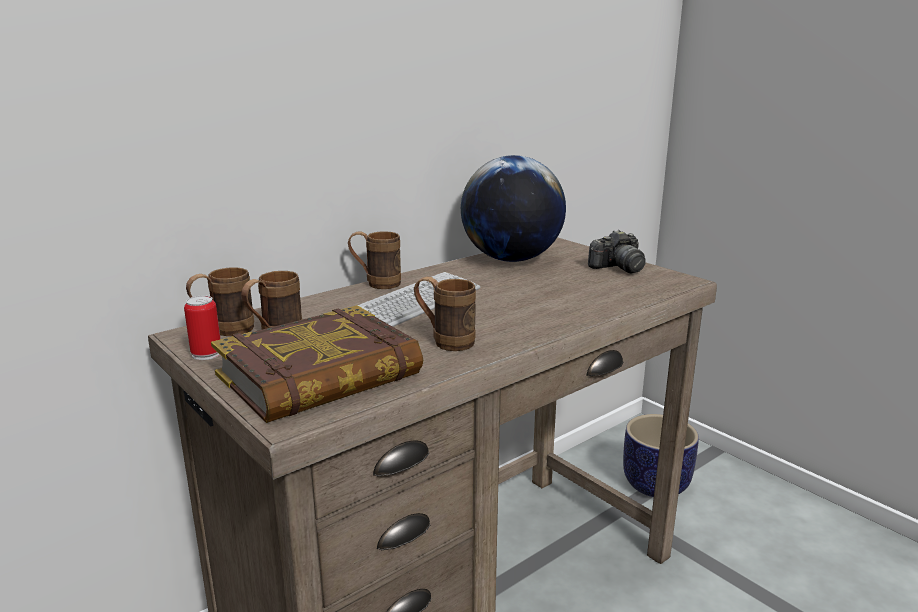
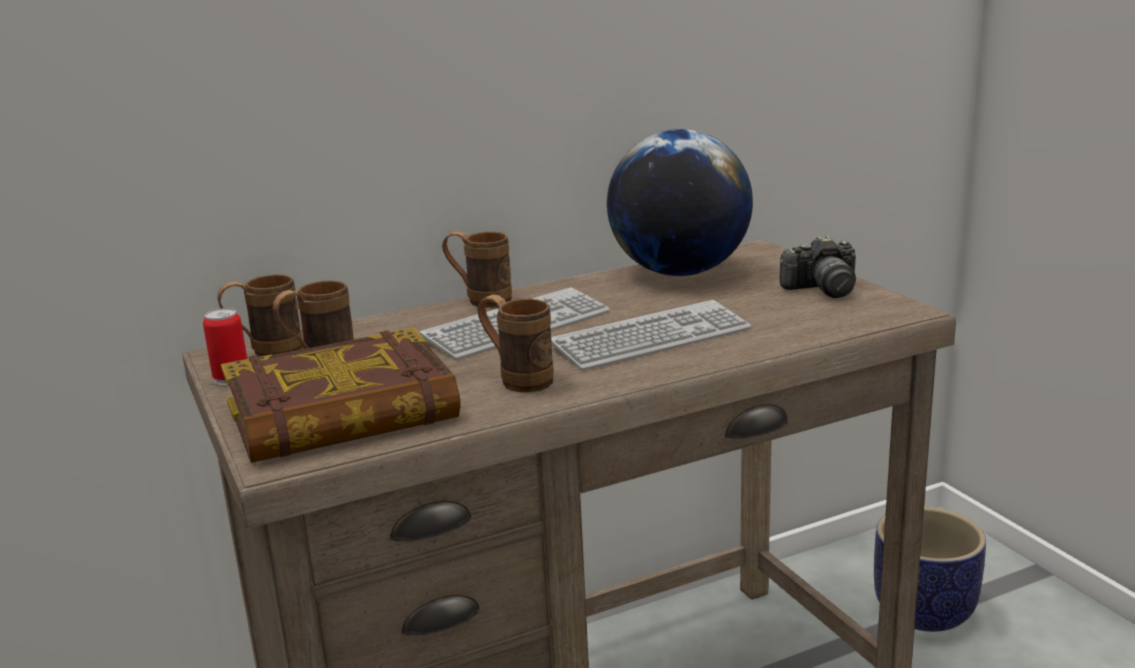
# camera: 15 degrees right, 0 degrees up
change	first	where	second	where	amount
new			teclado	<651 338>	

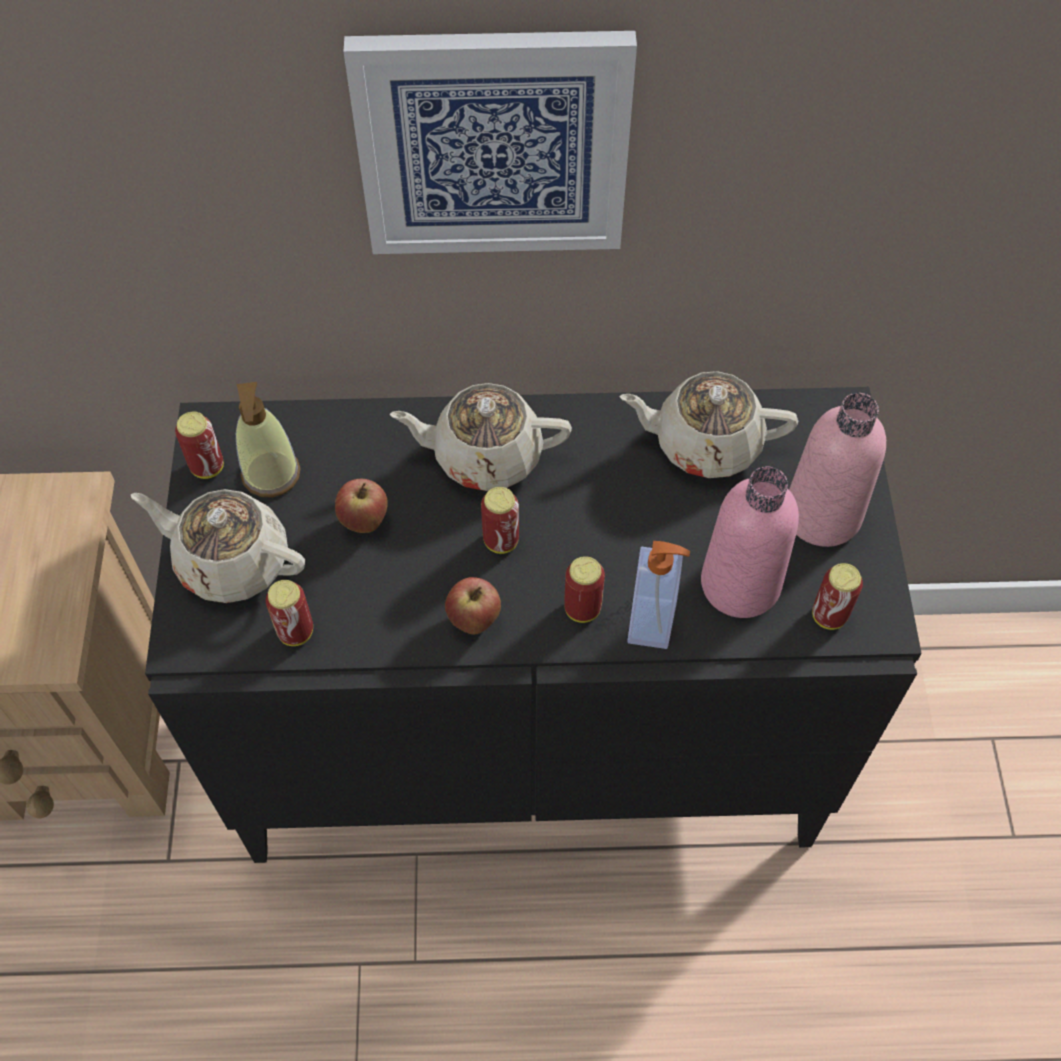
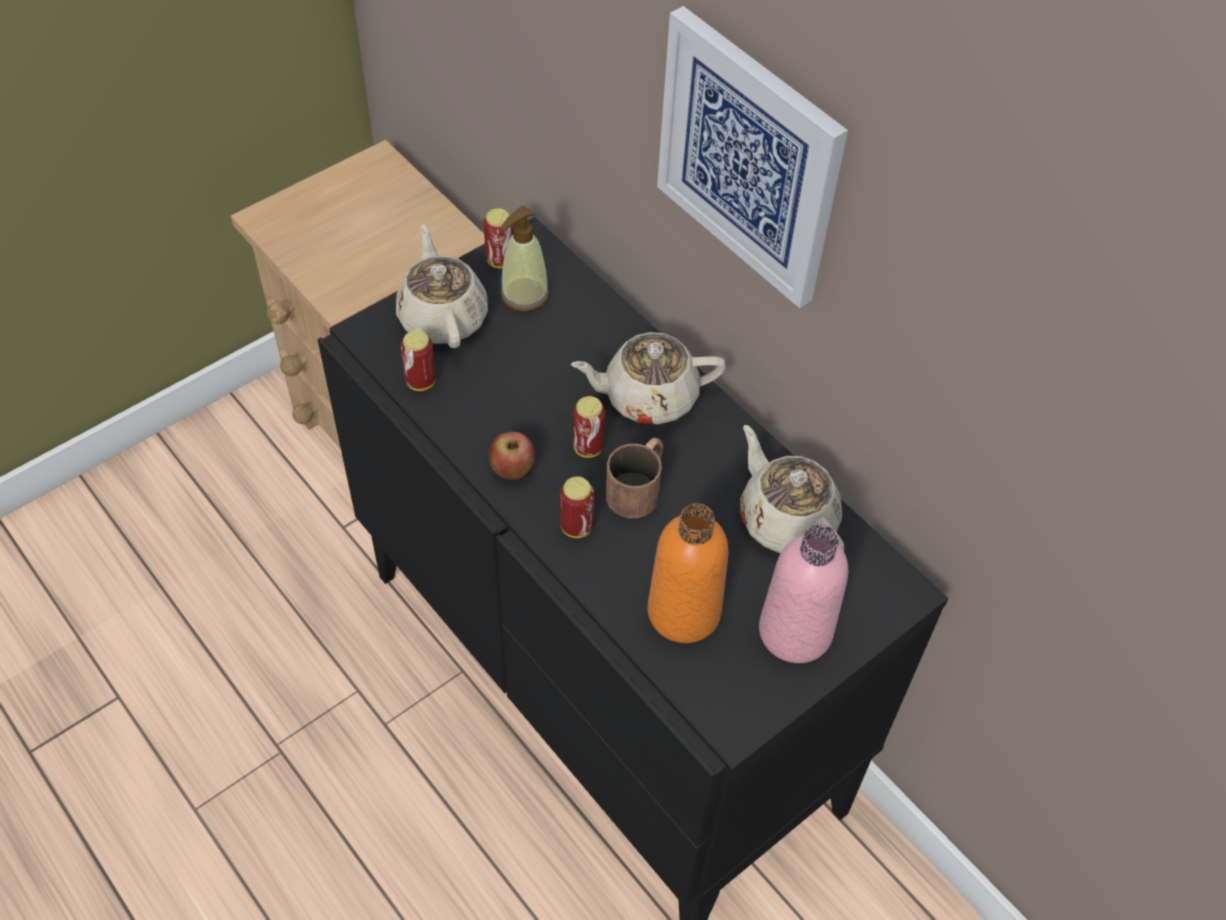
# camera: 50 degrees right, 5 degrees down
change	first	where	second	where	amount
rotated	tetera/beis	<485 455>		<648 396>	60 degrees counterclockwise
new			taza grande/marrón	<639 486>	
repainted	botella/rosa	<740 584>	botella/naranja	<684 612>	
gone	manzana	<364 521>			
gone	dispensador de jabón	<652 622>			
gone	lata	<829 615>			

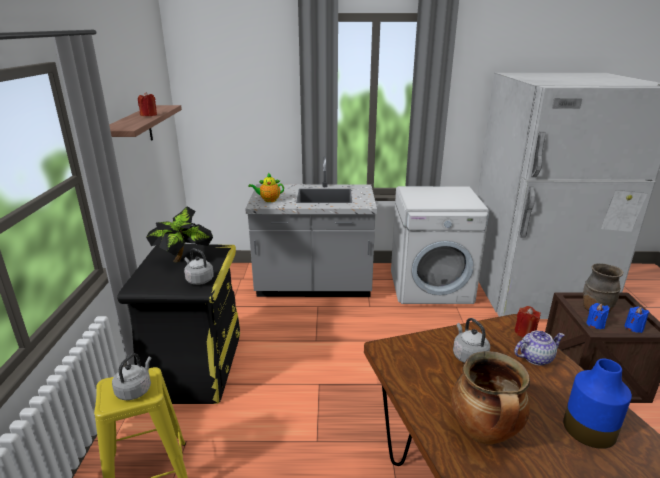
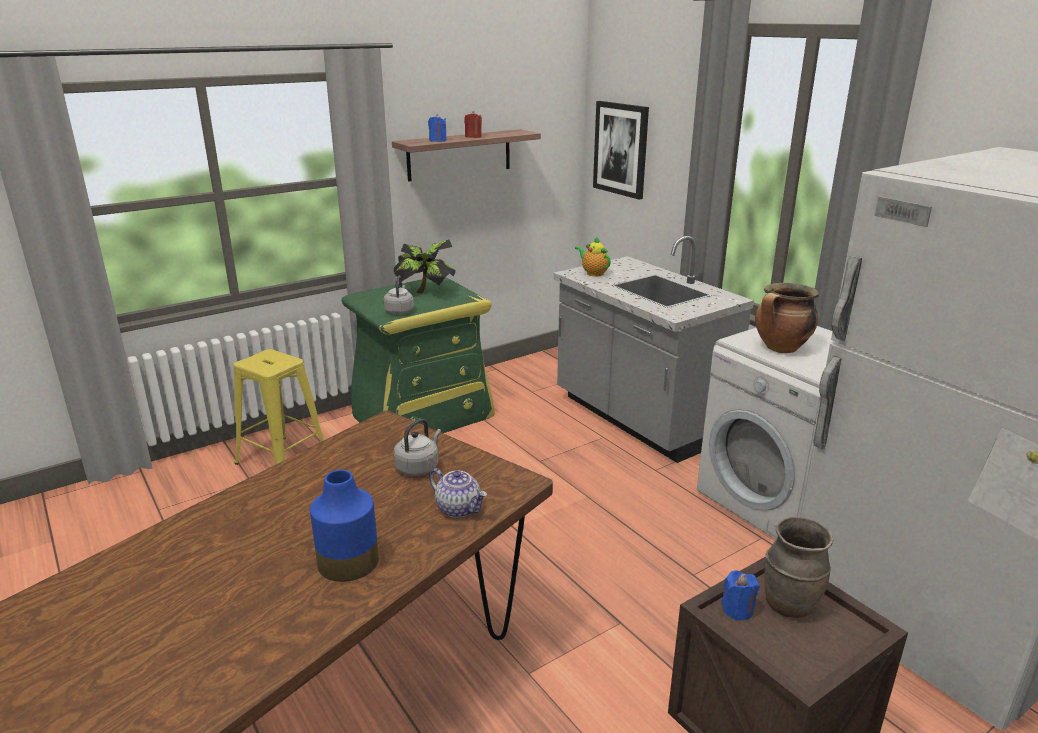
# camera: 55 degrees right, 0 degrees up
change	first	where	second	where	amount
repainted	mesita de noche/negro	<197 365>	mesita de noche/verde	<425 417>	
shifted	vela/azul	<633 328>		<438 140>	
new			cuadro	<621 149>	
shifted	olla	<485 433>		<781 349>	
gone	hervidor/gris	<135 390>			
gone	vela/rojo	<525 332>			

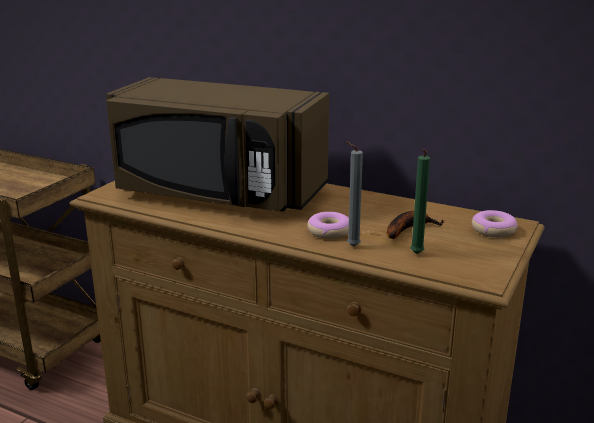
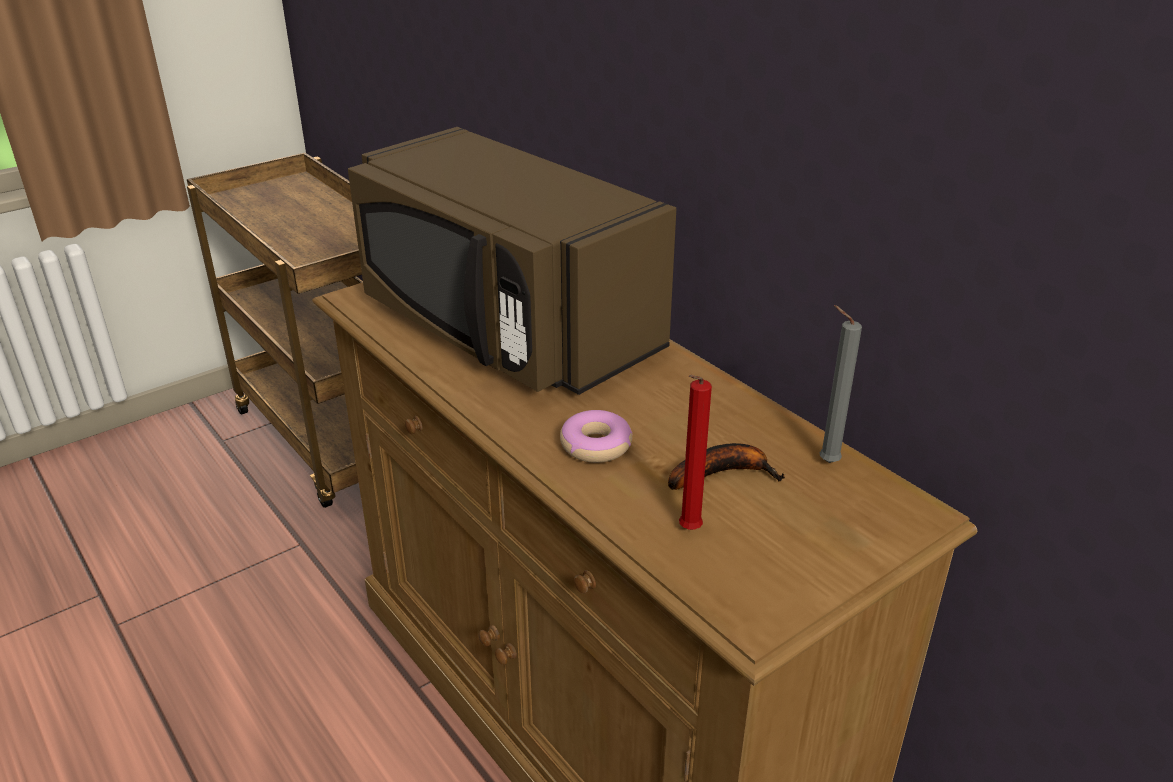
# camera: 25 degrees right, 10 degrees up
change	first	where	second	where	amount
repainted	vela/verde	<416 255>	vela/rojo	<687 531>	
shifted	vela/gris	<351 246>		<825 462>	
gone	rosquilla	<493 230>			

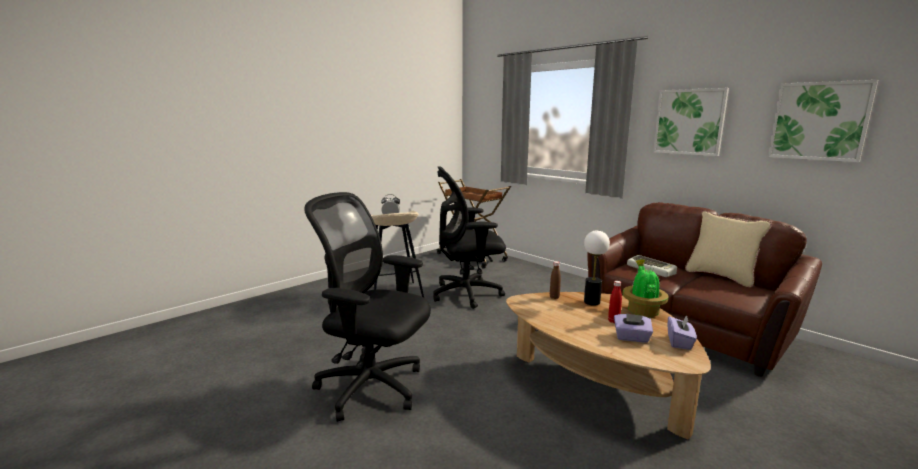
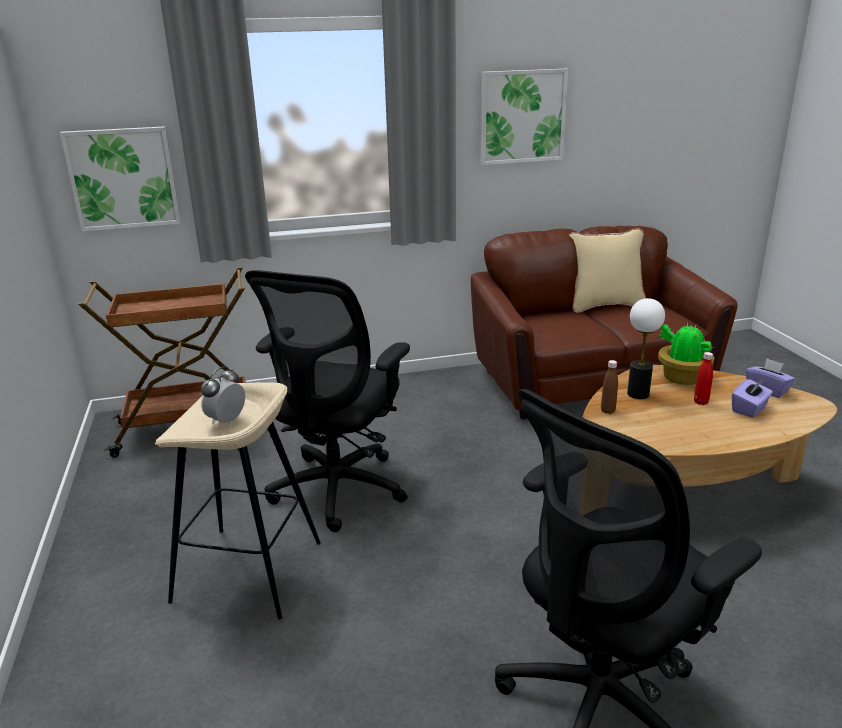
# camera: 60 degrees left, 10 degrees up
change	first	where	second	where	amount
shifted	cuadro	<819 121>		<123 178>	
gone	teclado	<651 269>			

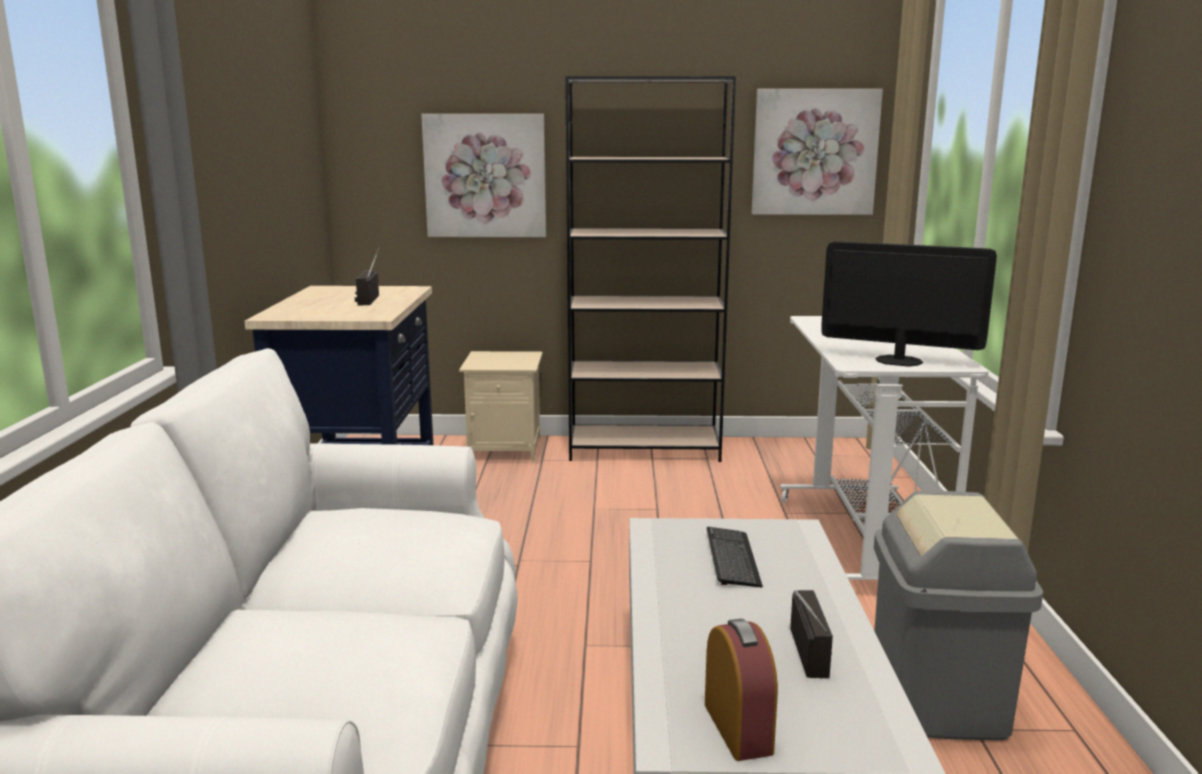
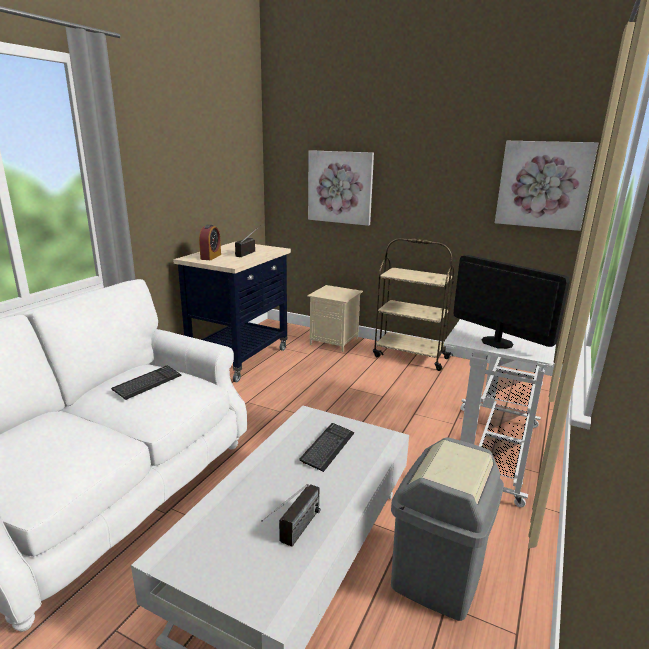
# camera: 25 degrees right, 5 degrees up
change	first	where	second	where	amount
new			teclado	<147 383>	
shifted	despertador	<738 728>		<211 257>	
swapped	estantería/beis	<645 449>	carrito/beis	<409 357>	

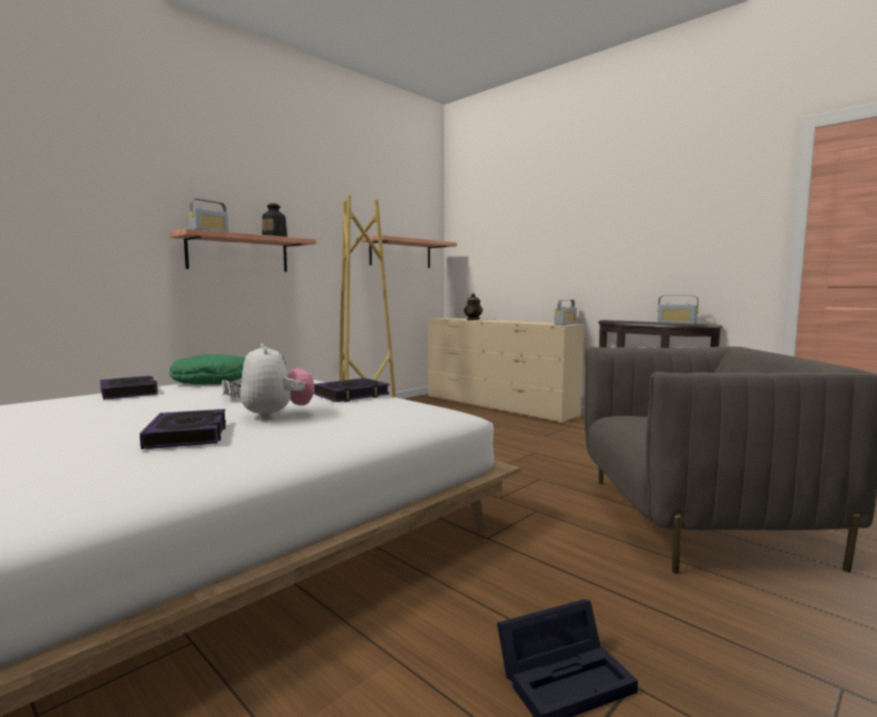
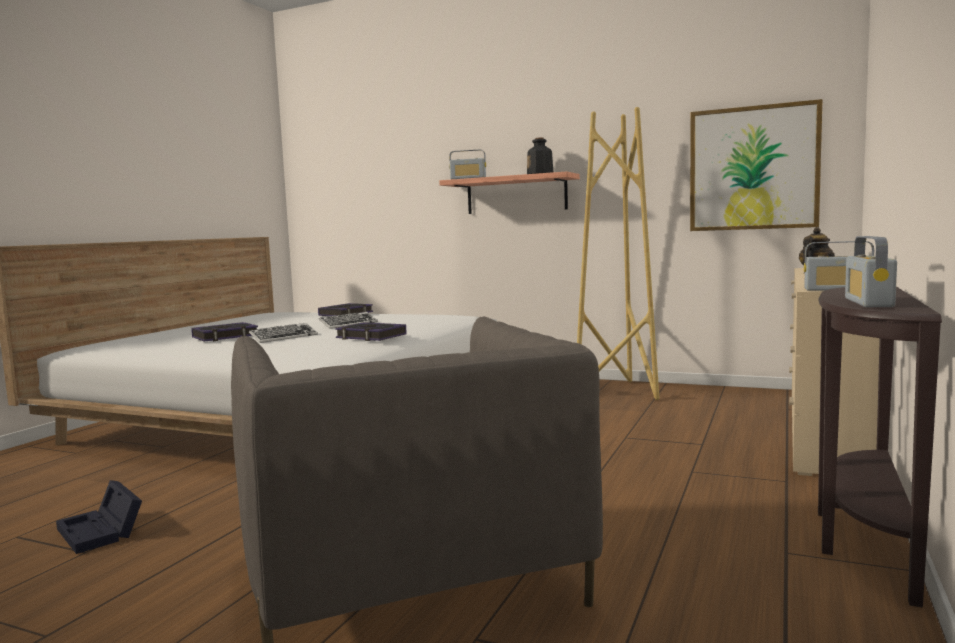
# camera: 70 degrees right, 0 degrees up
change	first	where	second	where	amount
swapped	peluche	<277 415>	teclado	<284 337>	
swapped	estante	<401 253>	cuadro	<753 168>	
gone	cojín/verde	<209 381>			

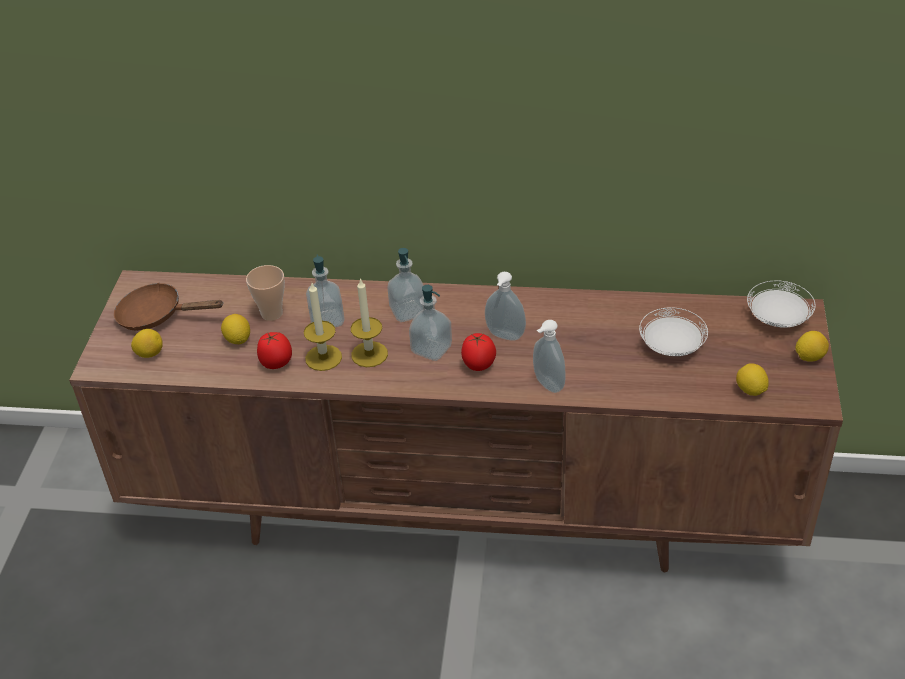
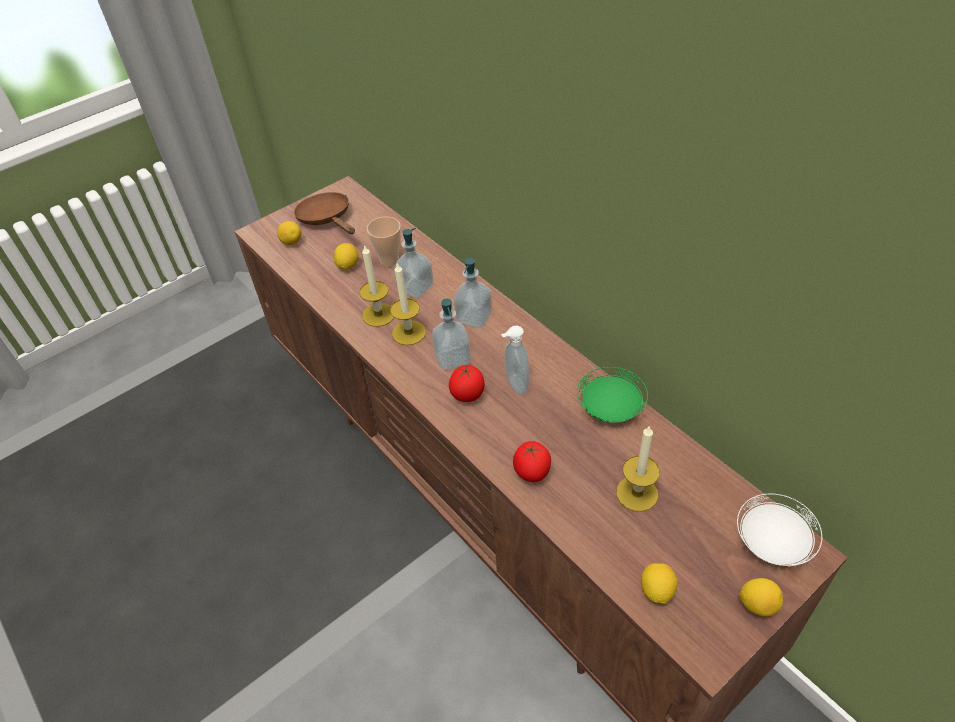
# camera: 45 degrees right, 5 degrees up
change	first	where	second	where	amount
shifted	tomate	<277 363>		<532 473>	
new			plato/verde	<610 407>	
swapped	plato/blanco	<671 346>	vela	<637 493>	
gone	dispensador de jabón	<546 385>			

